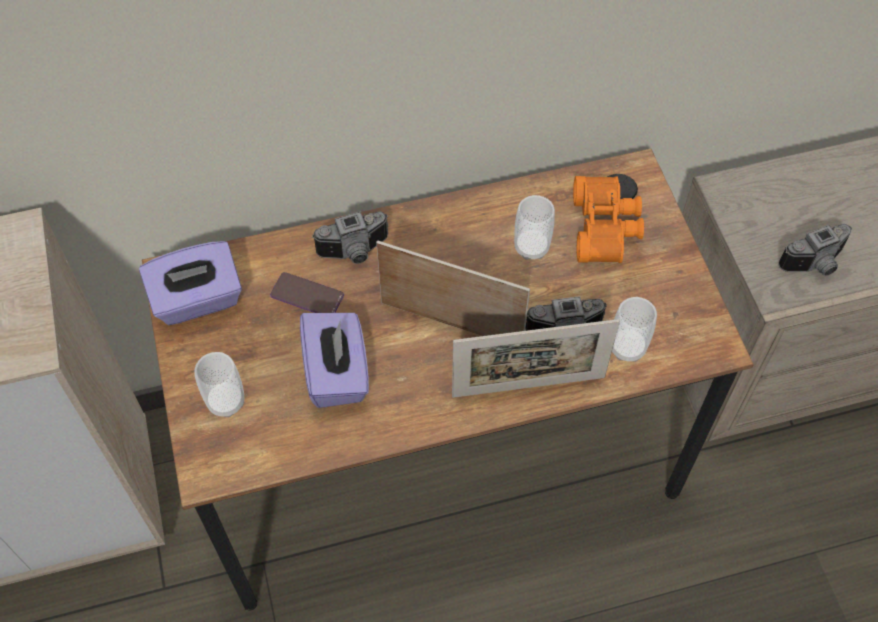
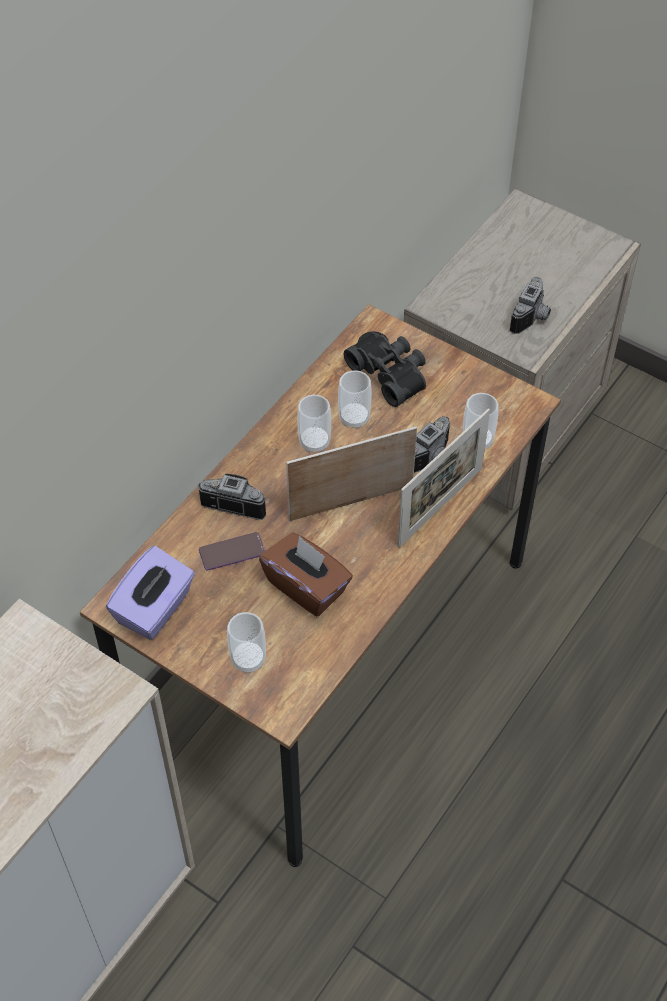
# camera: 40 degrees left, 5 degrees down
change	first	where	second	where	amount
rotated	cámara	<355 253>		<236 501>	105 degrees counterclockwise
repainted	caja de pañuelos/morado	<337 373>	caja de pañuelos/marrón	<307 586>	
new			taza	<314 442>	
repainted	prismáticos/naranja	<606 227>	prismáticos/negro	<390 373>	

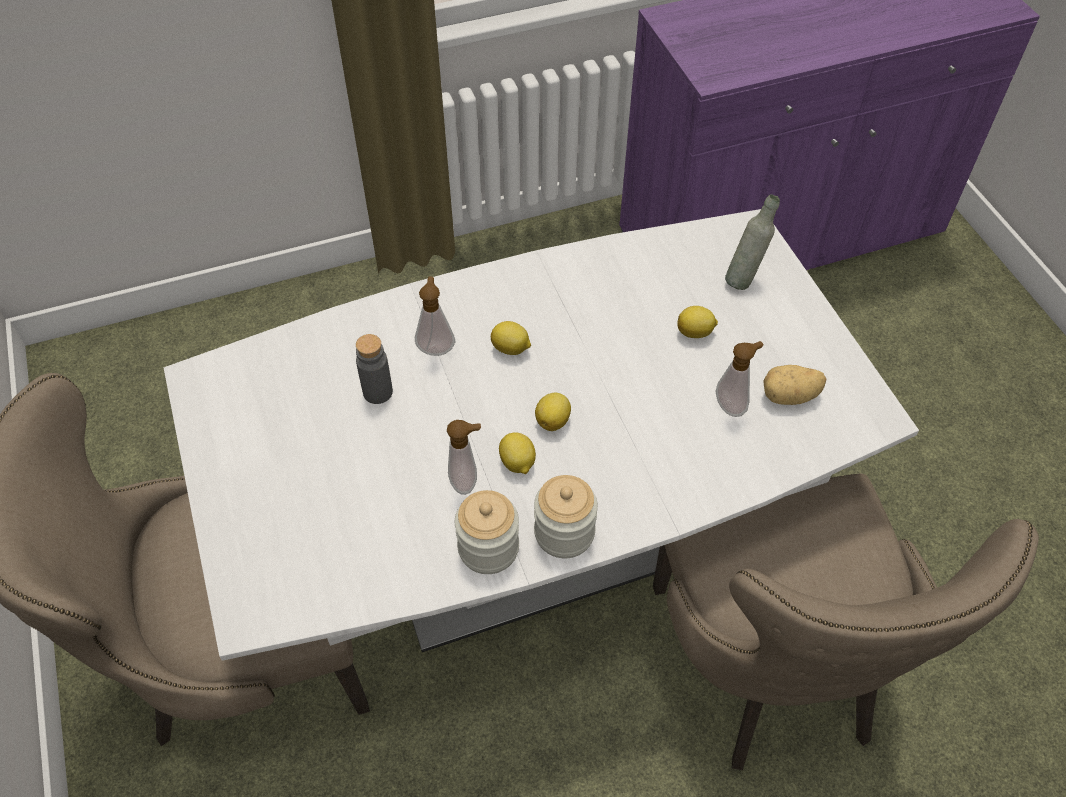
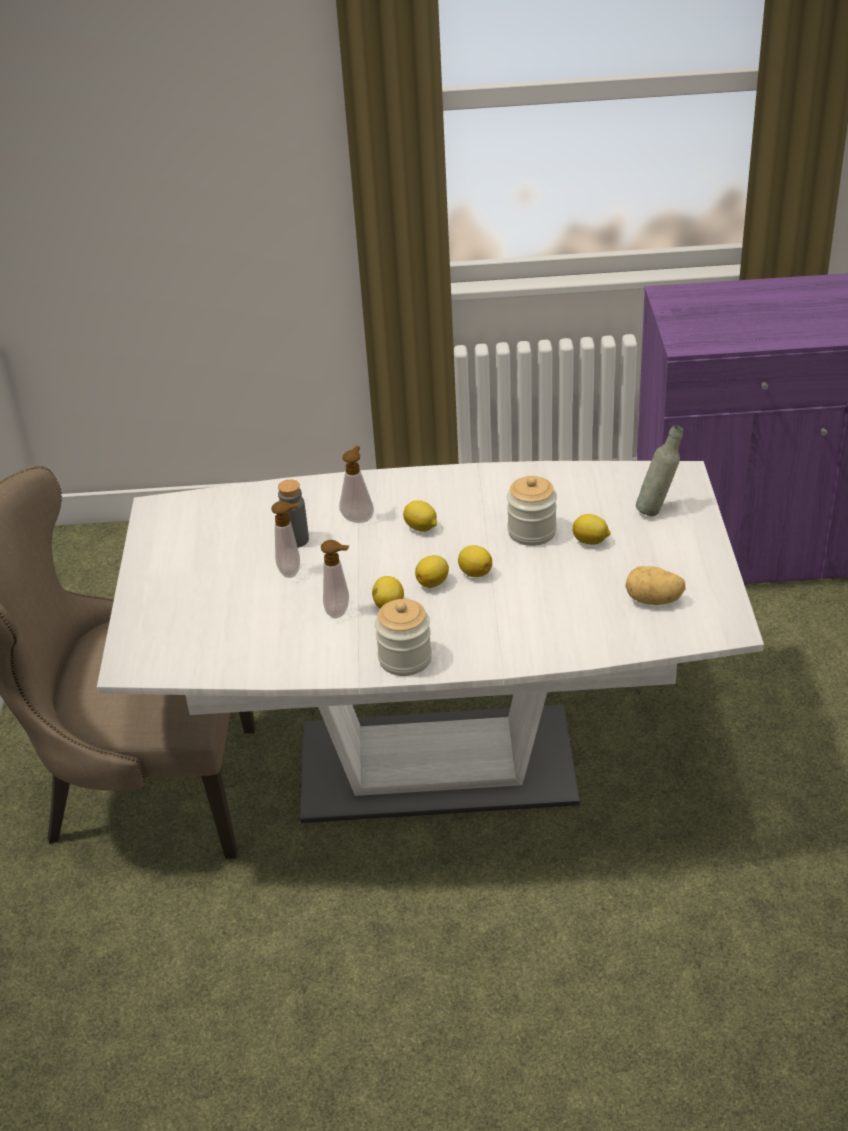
# camera: 20 degrees right, 15 degrees down
change	first	where	second	where	amount
shifted	dispensador de jabón	<732 405>		<292 571>	
new			limón	<474 572>	
shifted	tarro	<488 548>		<532 532>	
gone	silla/beis	<772 667>			

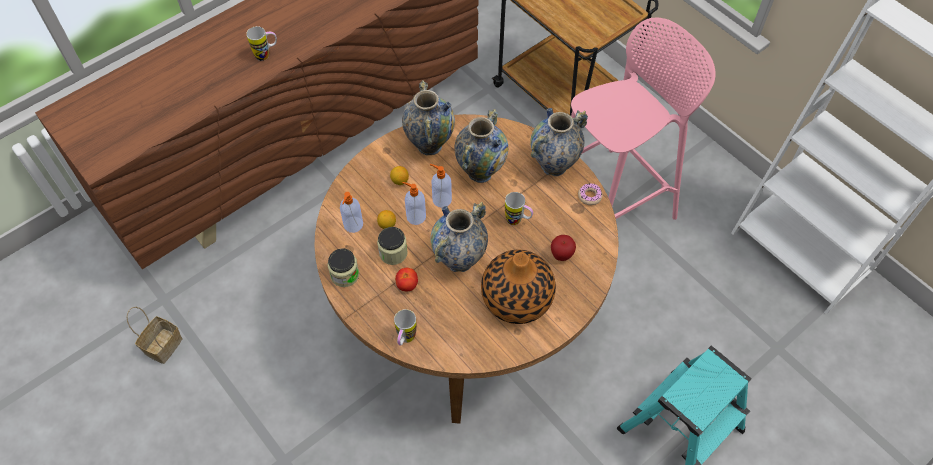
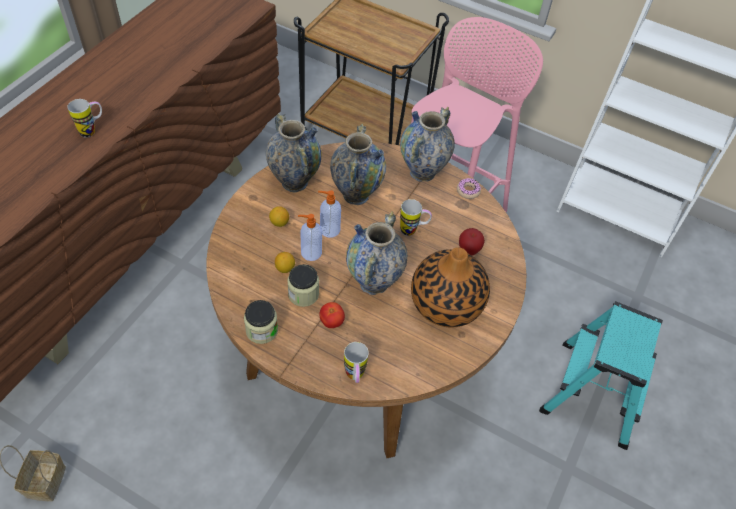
# camera: 25 degrees left, 5 degrees down
change	first	where	second	where	amount
gone	dispensador de jabón	<353 225>			

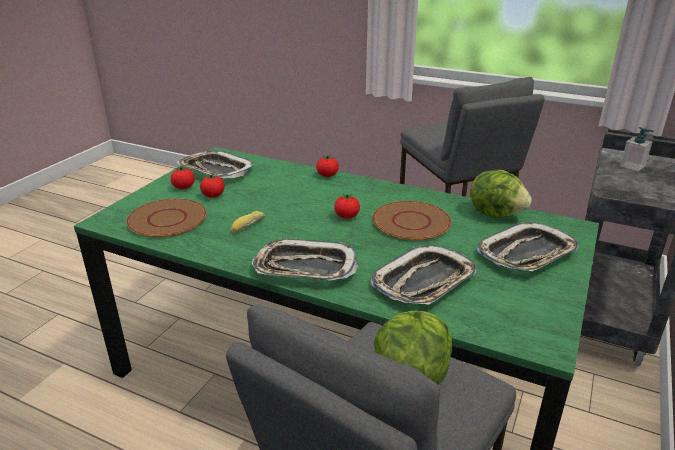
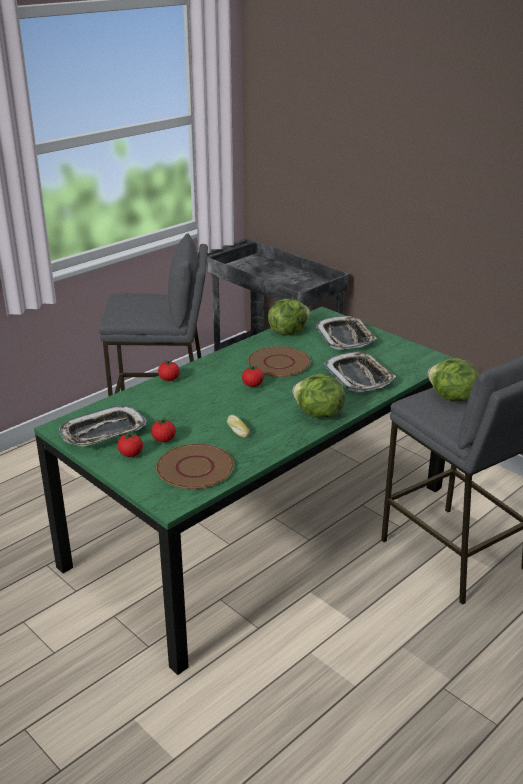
# camera: 70 degrees left, 0 degrees up
change	first	where	second	where	amount
swapped	bandeja	<305 267>	lechuga	<317 414>	
gone	dispensador de jabón	<632 166>			

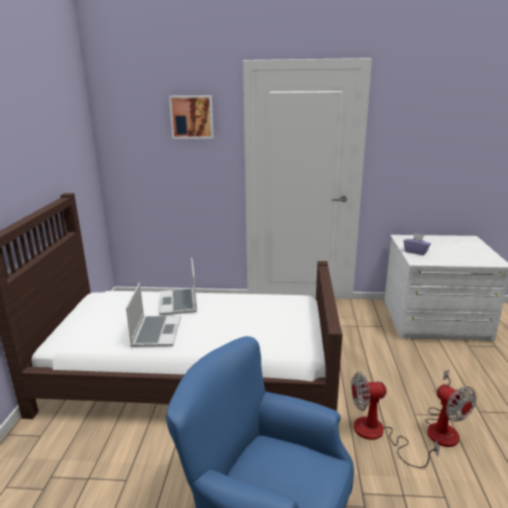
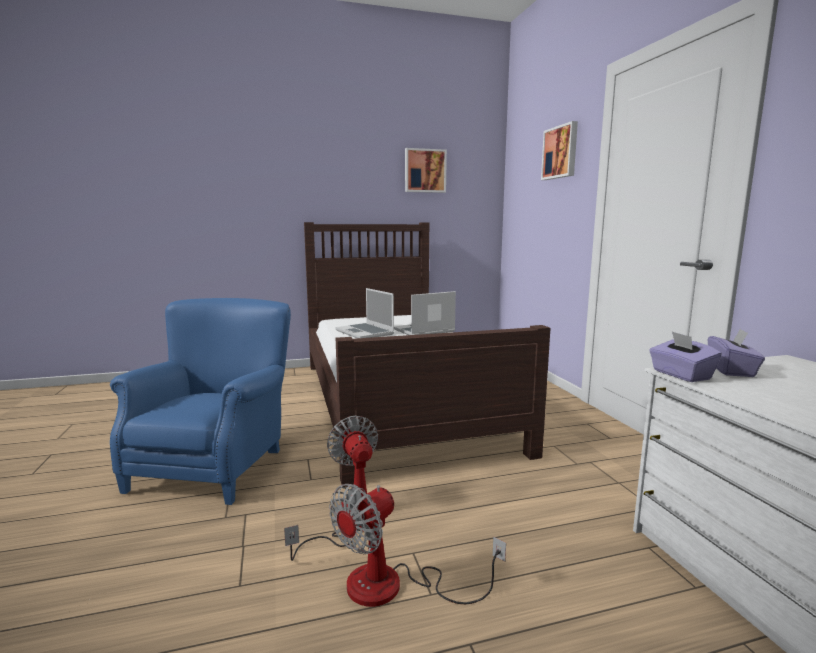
# camera: 70 degrees right, 10 degrees down
change	first	where	second	where	amount
rotated	portátil	<156 332>		<365 332>	75 degrees clockwise
new			cuadro	<425 171>	
new			caja de pañuelos/morado	<680 375>	

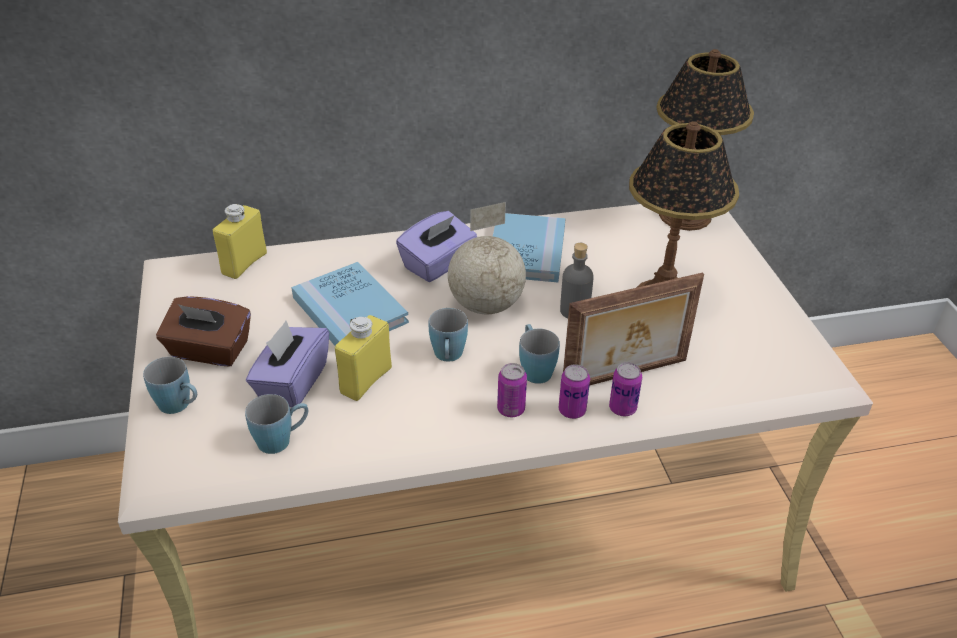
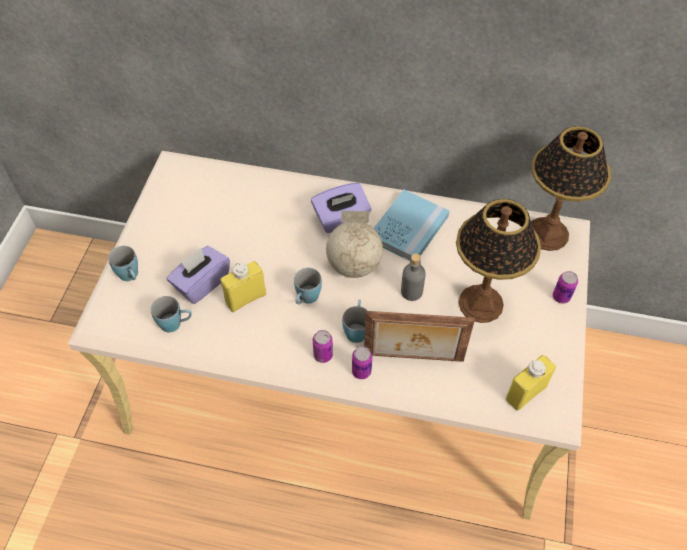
# camera: 25 degrees right, 15 degrees up
change	first	where	second	where	amount
shifted	botella/amarillo	<244 263>		<525 393>	
shifted	lata	<622 408>		<561 297>	
gone	caja de pañuelos/marrón	<209 351>			
gone	libro/azul	<349 310>			

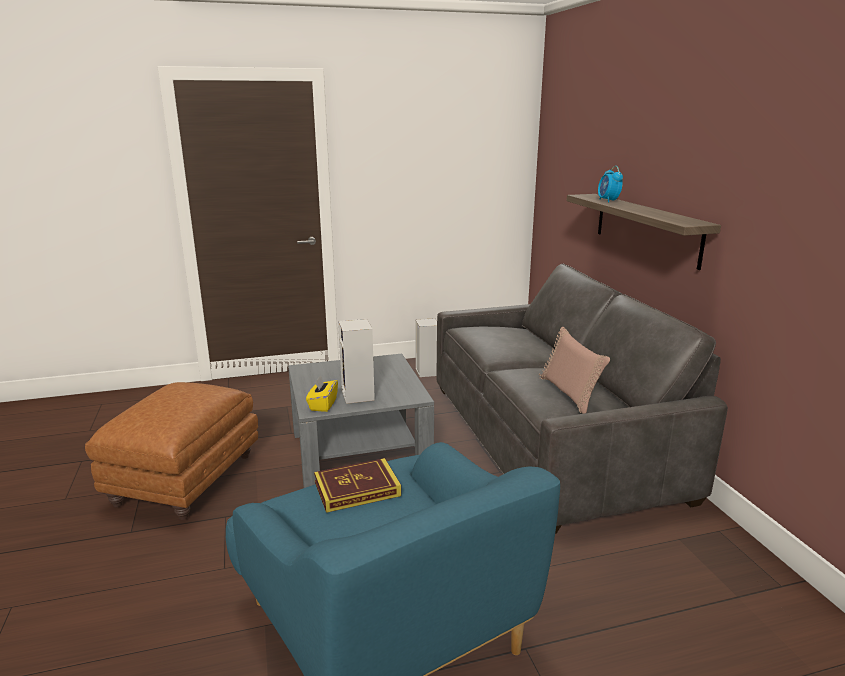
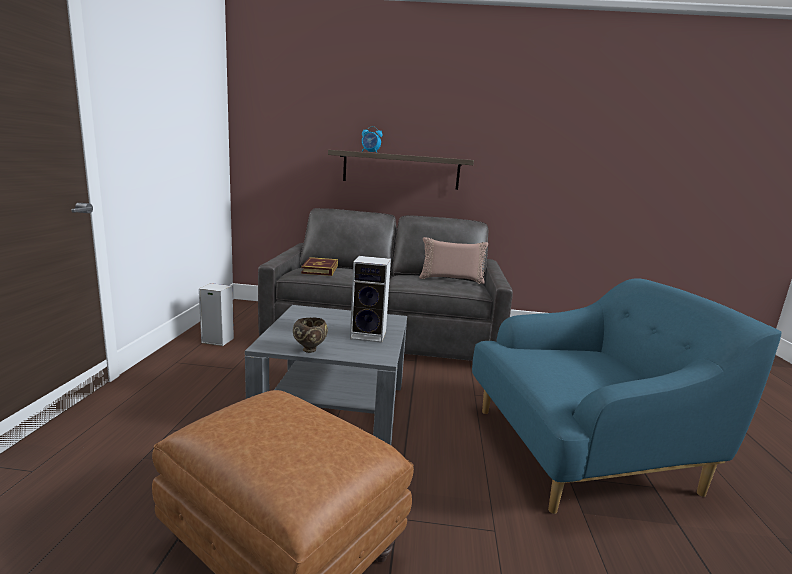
# camera: 70 degrees left, 5 degrees down
change	first	where	second	where	amount
new			cuenco/marrón	<310 349>	
shifted	libro	<357 489>		<320 269>	
gone	caja de pañuelos/amarillo	<322 405>			

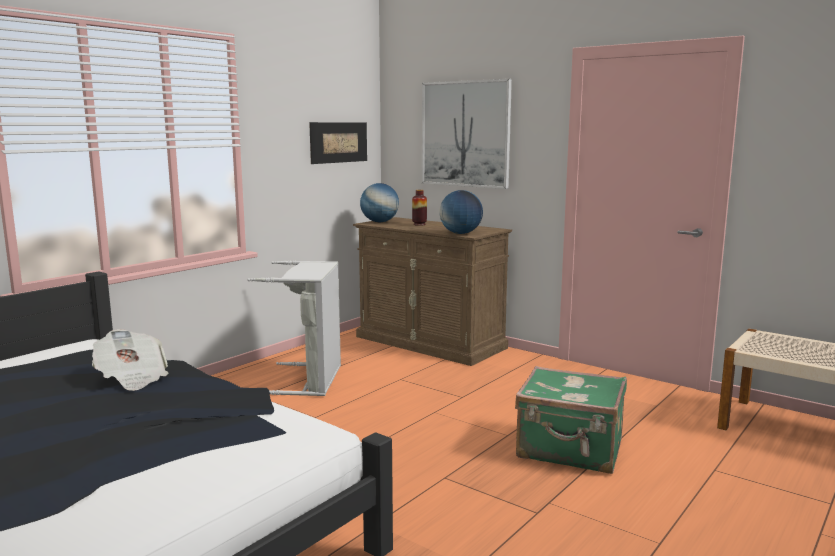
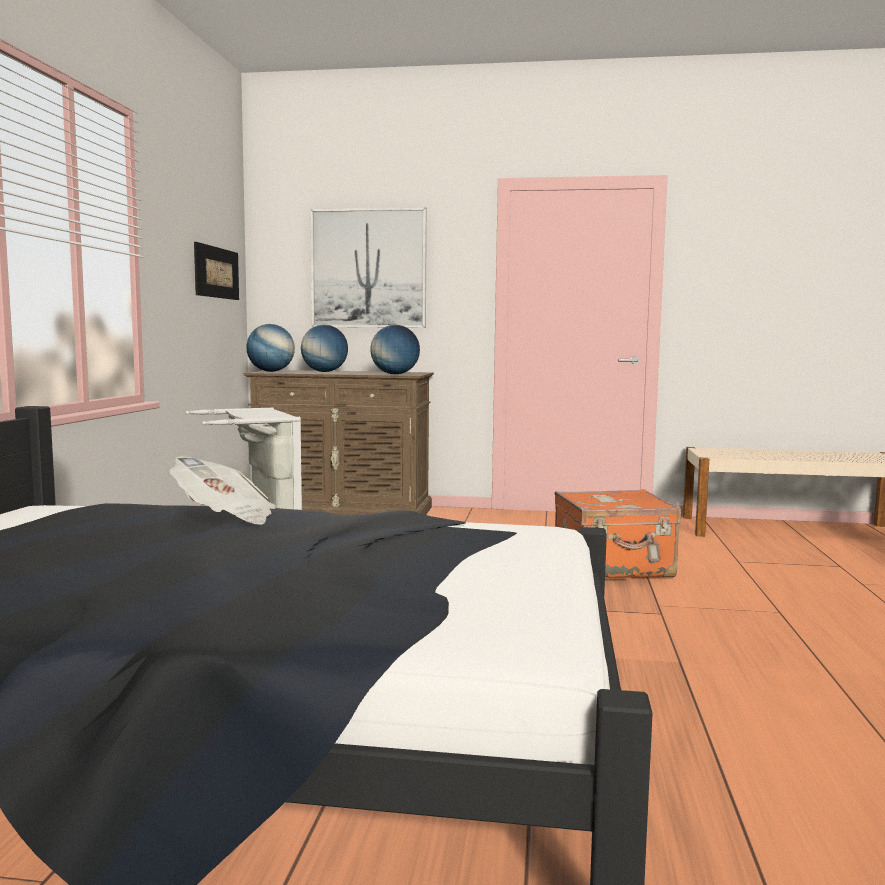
# camera: 30 degrees left, 5 degrees down
change	first	where	second	where	amount
swapped	florero	<419 224>	globo terráqueo	<324 372>	
repainted	maleta/verde	<570 450>	maleta/naranja	<614 568>	

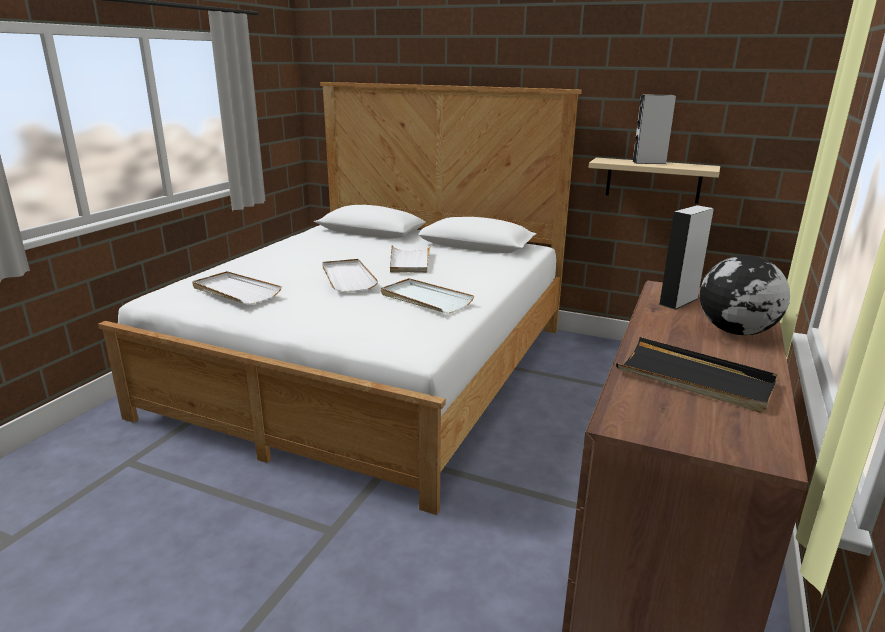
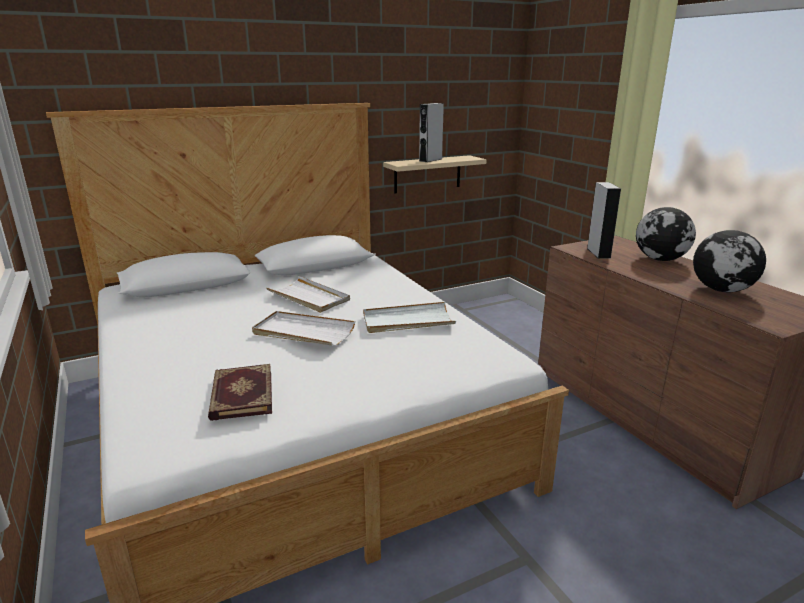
# camera: 50 degrees left, 0 degrees up
change	first	where	second	where	amount
swapped	bandeja/blanco	<235 291>	libro	<240 395>	
swapped	bandeja/negro	<695 379>	globo terráqueo	<722 290>	

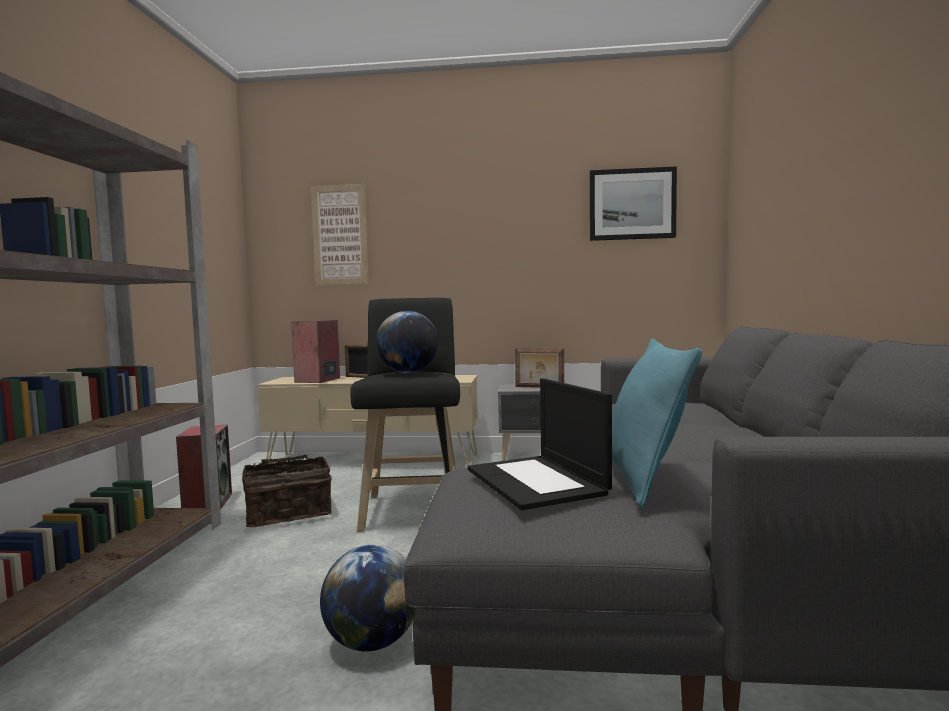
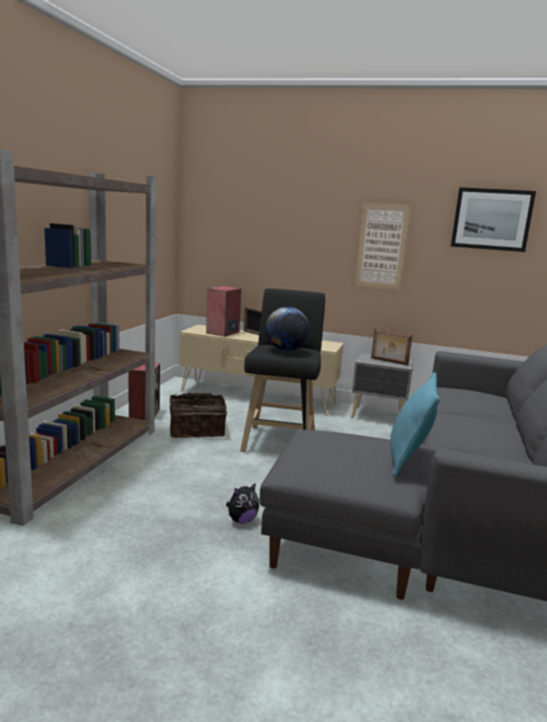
# camera: 10 degrees right, 10 degrees up
change	first	where	second	where	amount
swapped	globo terráqueo	<372 642>	peluche	<242 520>	
shifted	cuadro	<340 235>		<381 246>	
gone	portátil	<537 482>			

